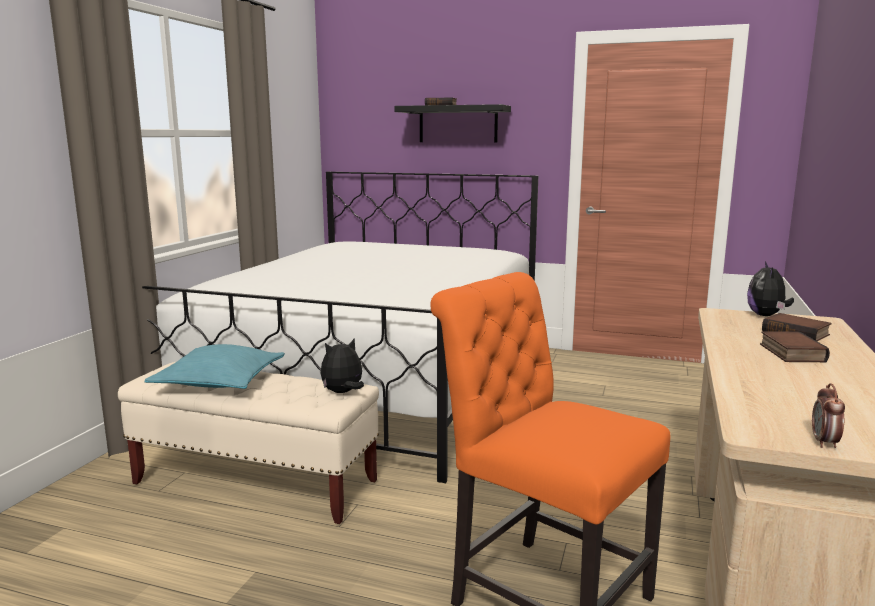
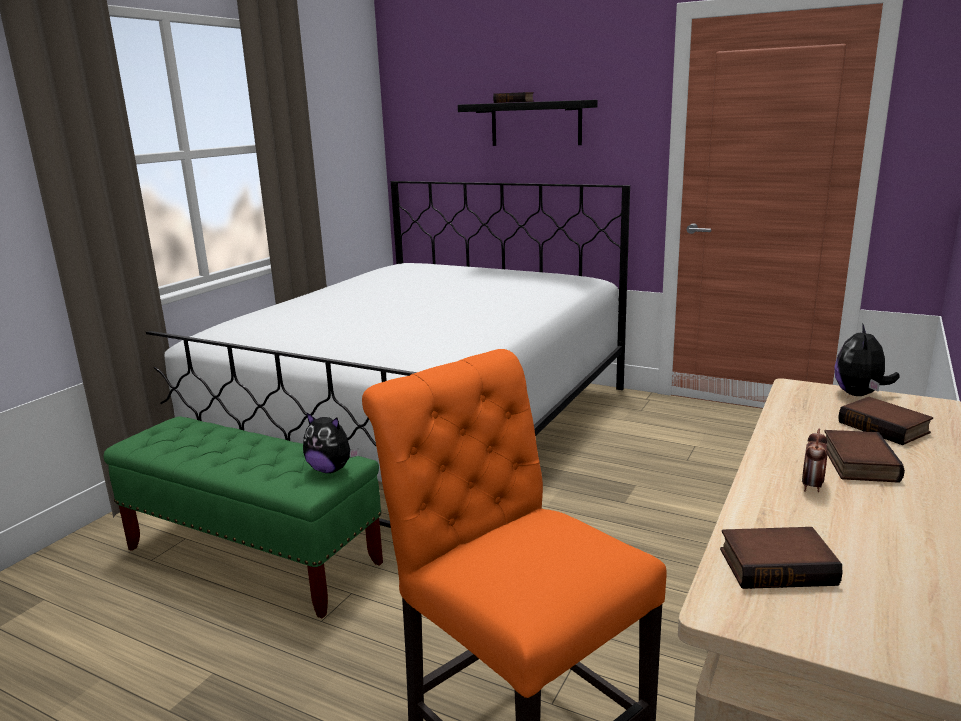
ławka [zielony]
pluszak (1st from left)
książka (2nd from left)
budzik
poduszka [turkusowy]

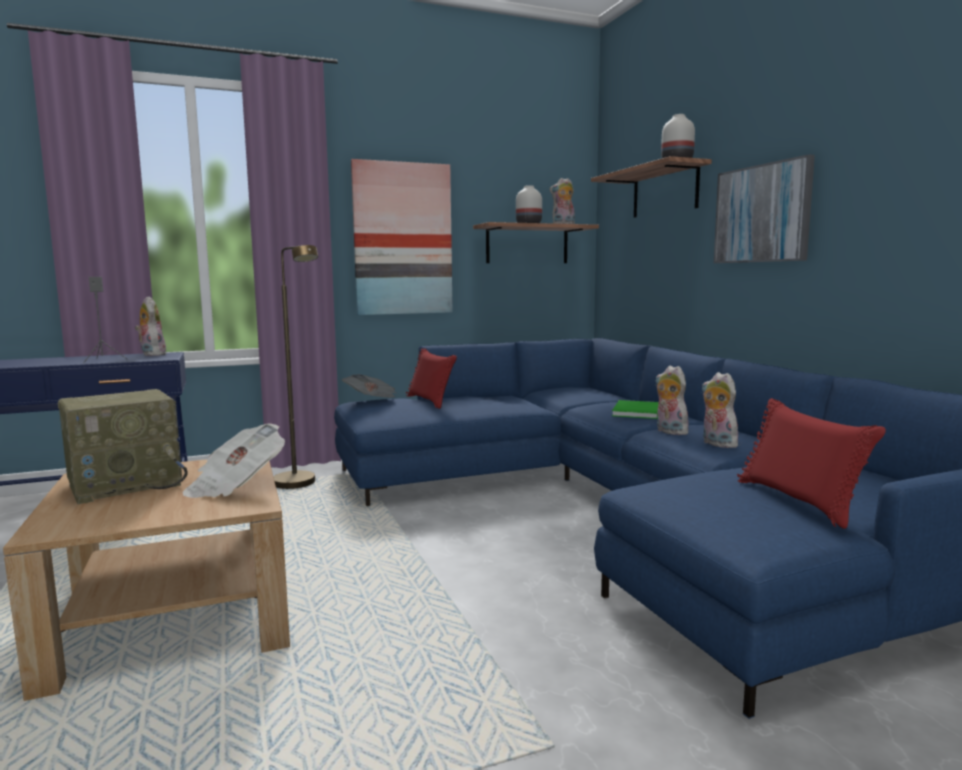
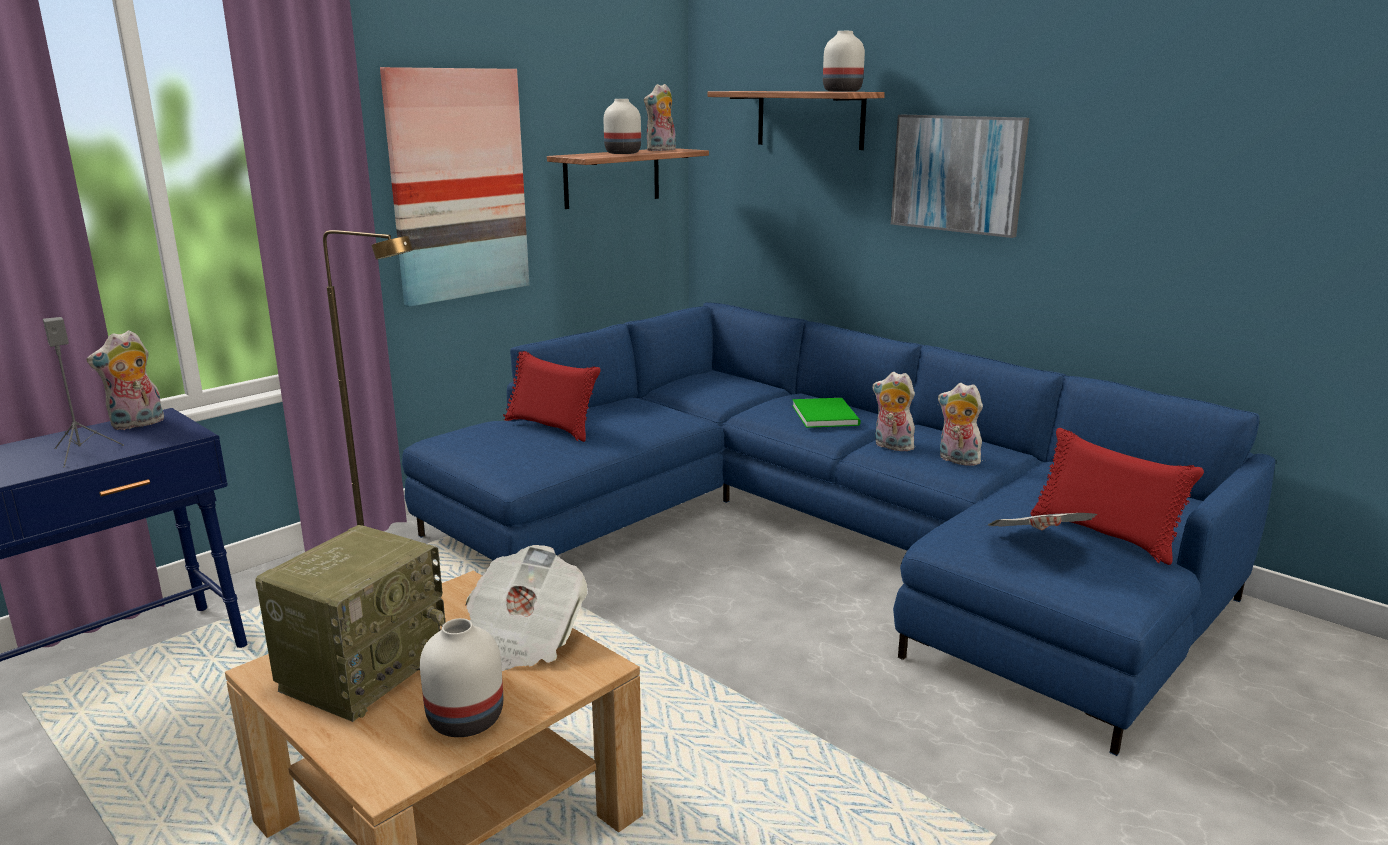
pluszak (1st from left)
wazon [biały] (1st from left)
gazeta (2nd from left)

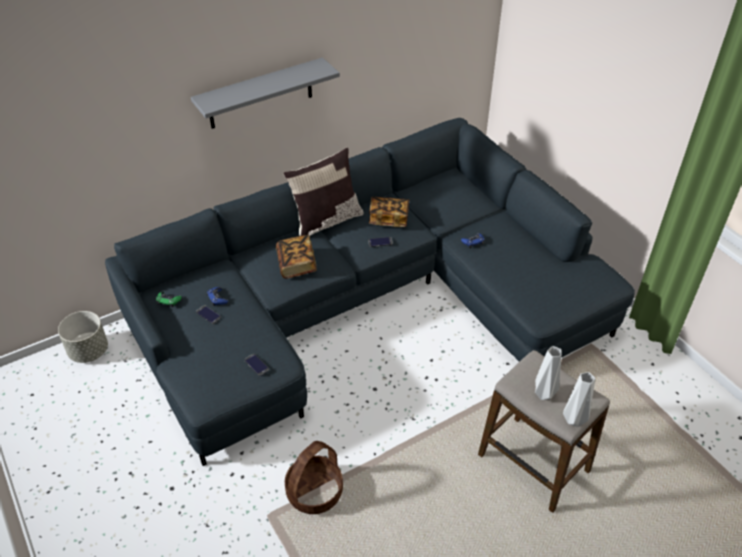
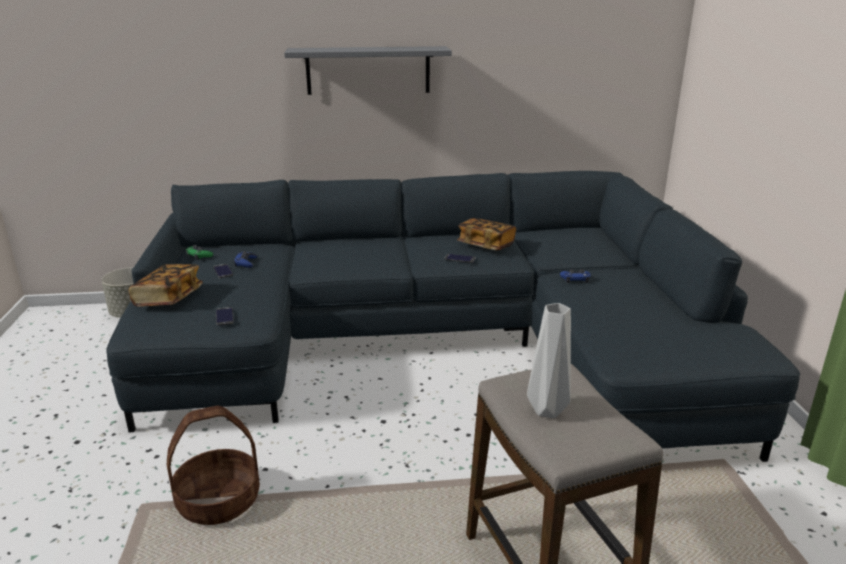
książka (1st from left)
poduszka
wazon [szary] (2nd from left in the first image)

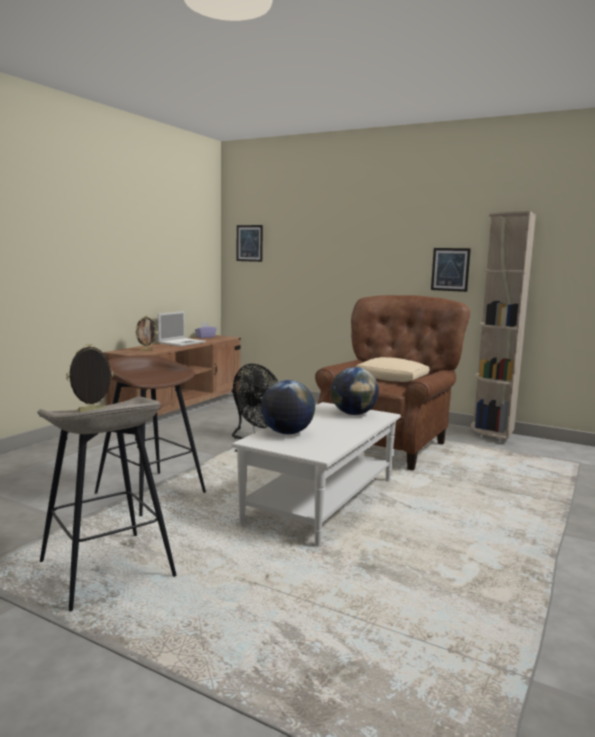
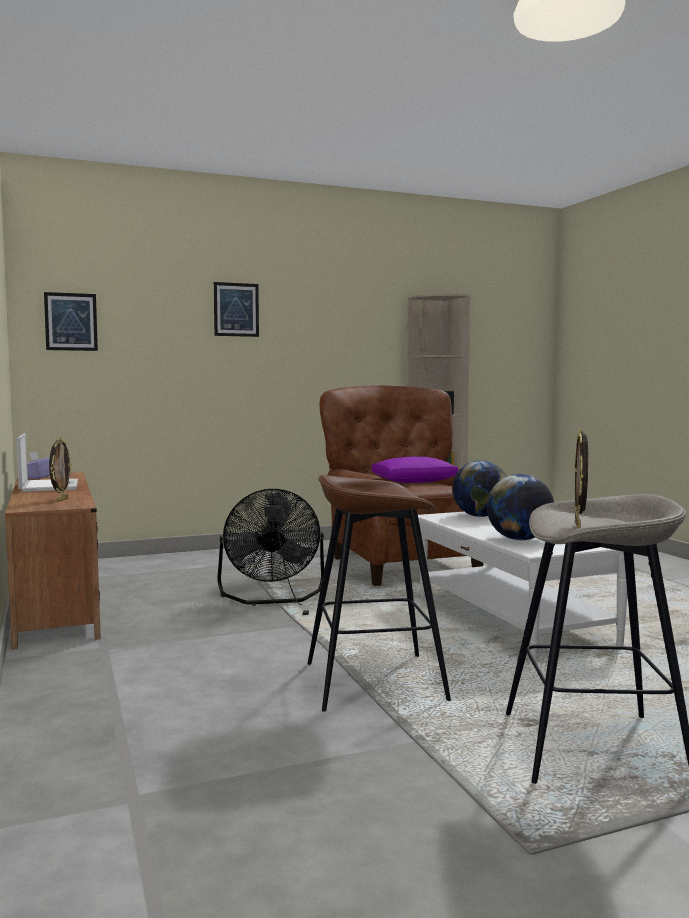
obraz (2nd from left)
poduszka [fioletowy]

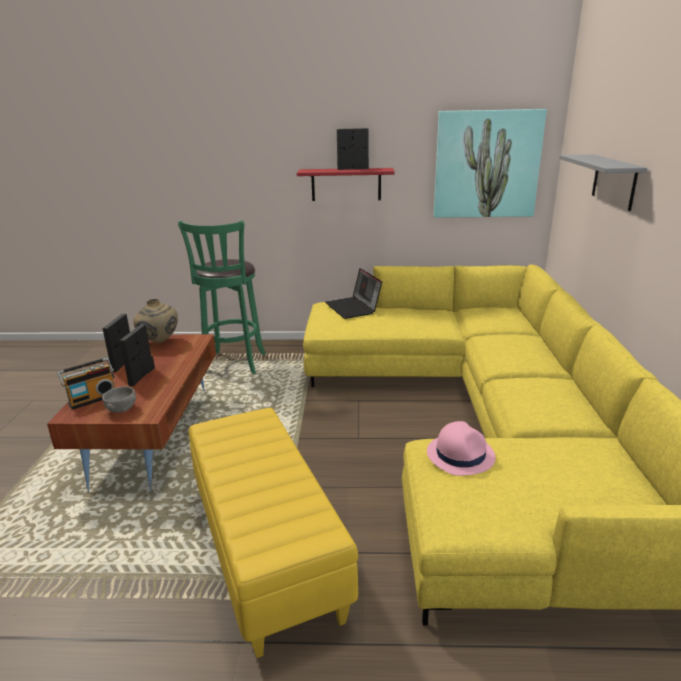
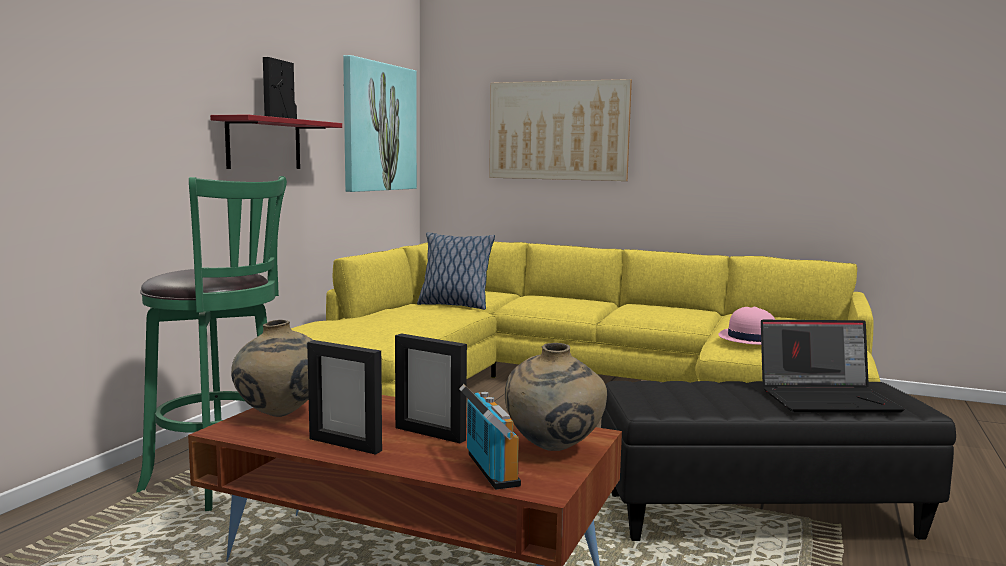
poduszka
obraz (2nd from left)
wazon [beżowy] (2nd from left)
pufa [czarny]
laptop

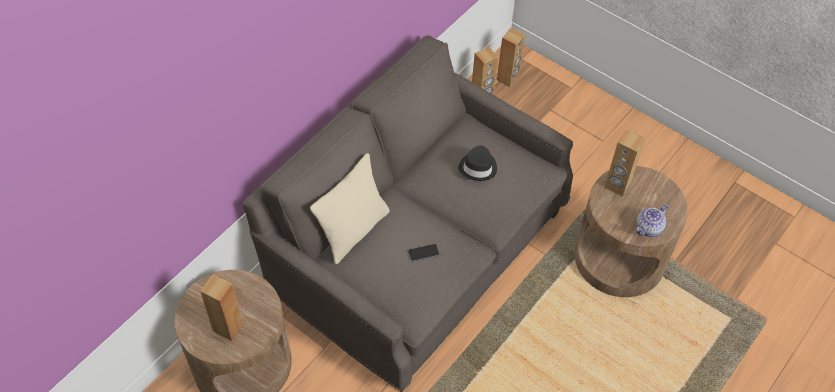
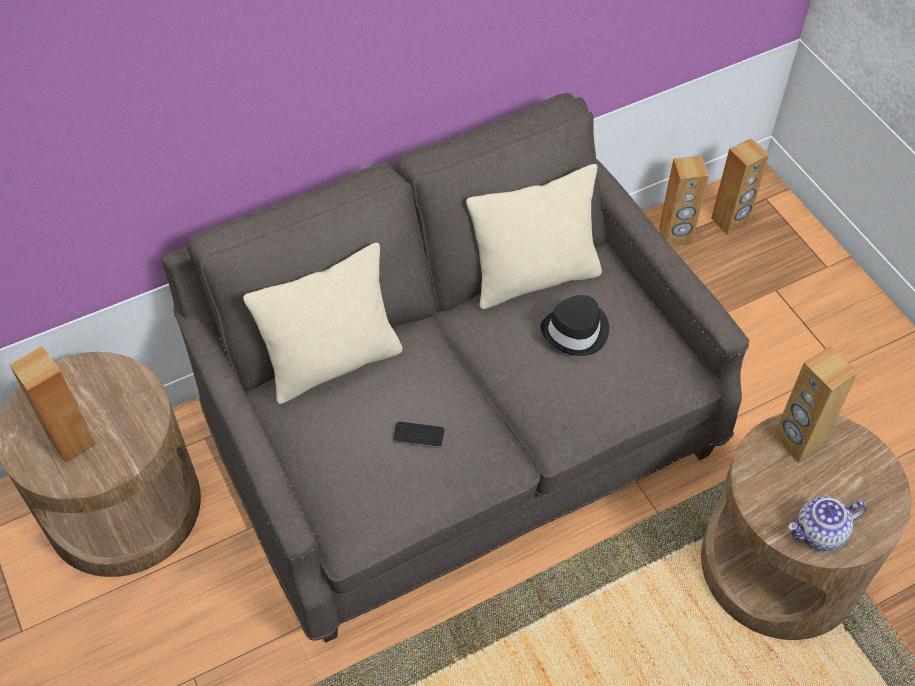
poduszka [beżowy] (2nd from left)

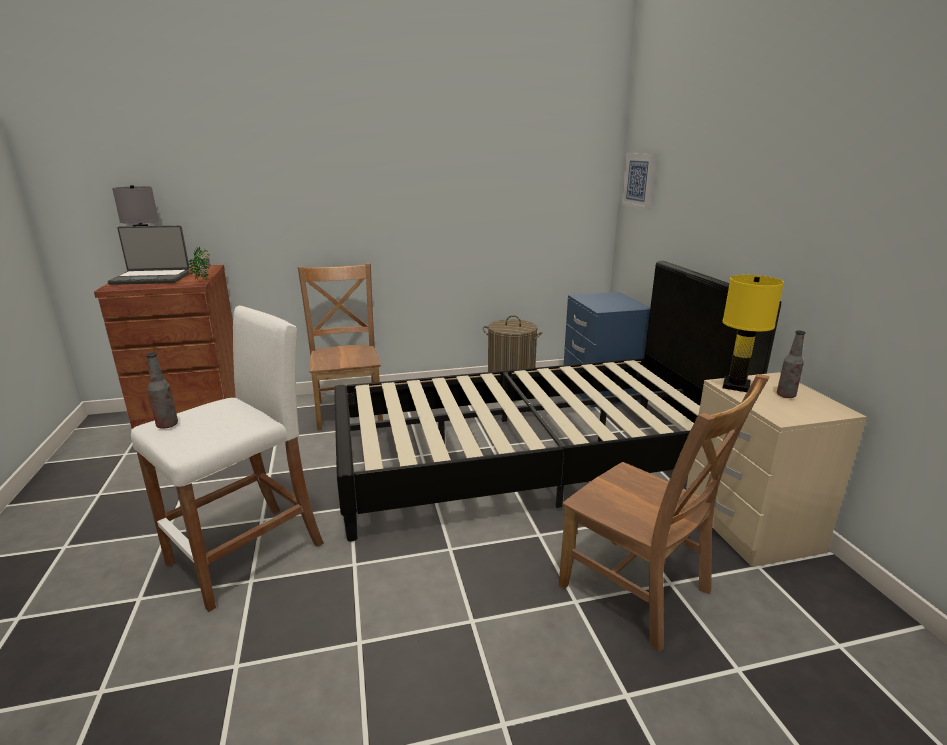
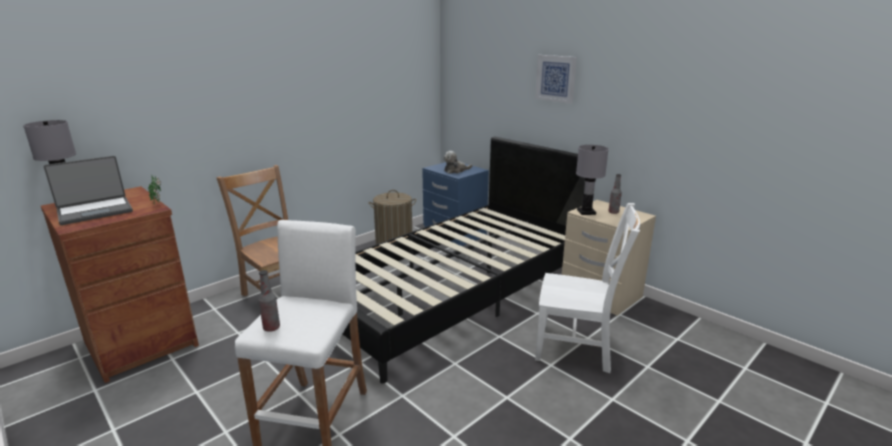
pluszak
obraz
krzesło [biały]
lampa stołowa [szary] (2nd from left)

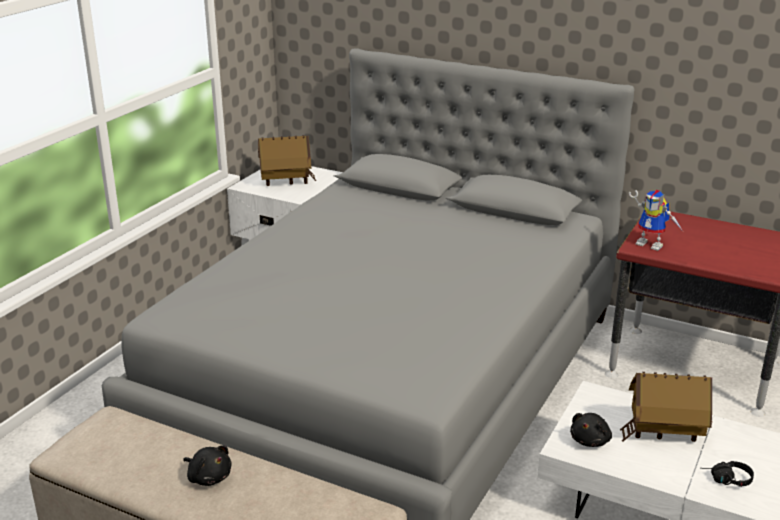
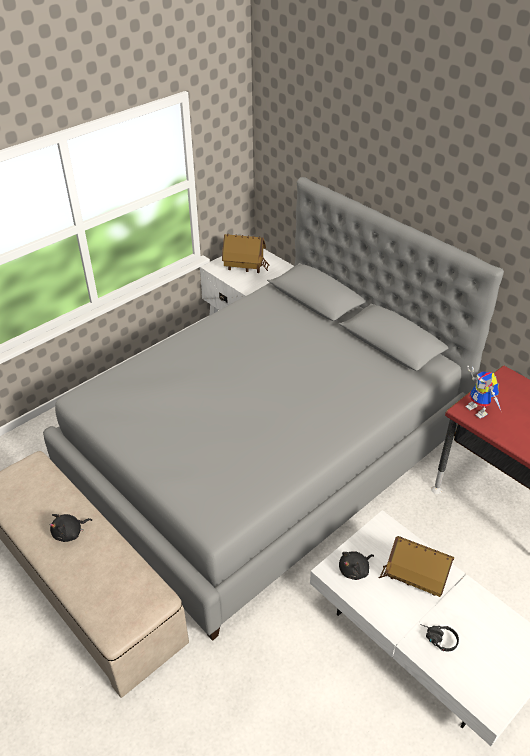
pluszak [czarny] (1st from left)

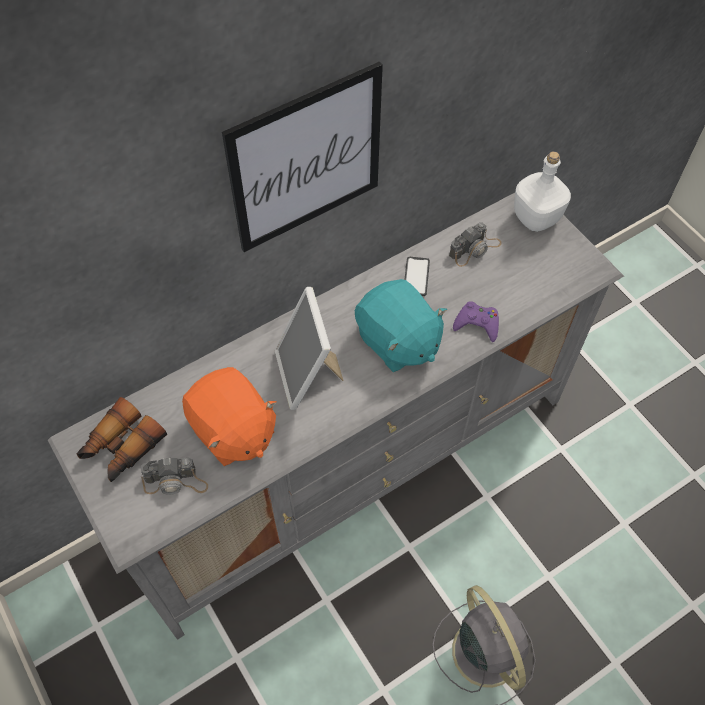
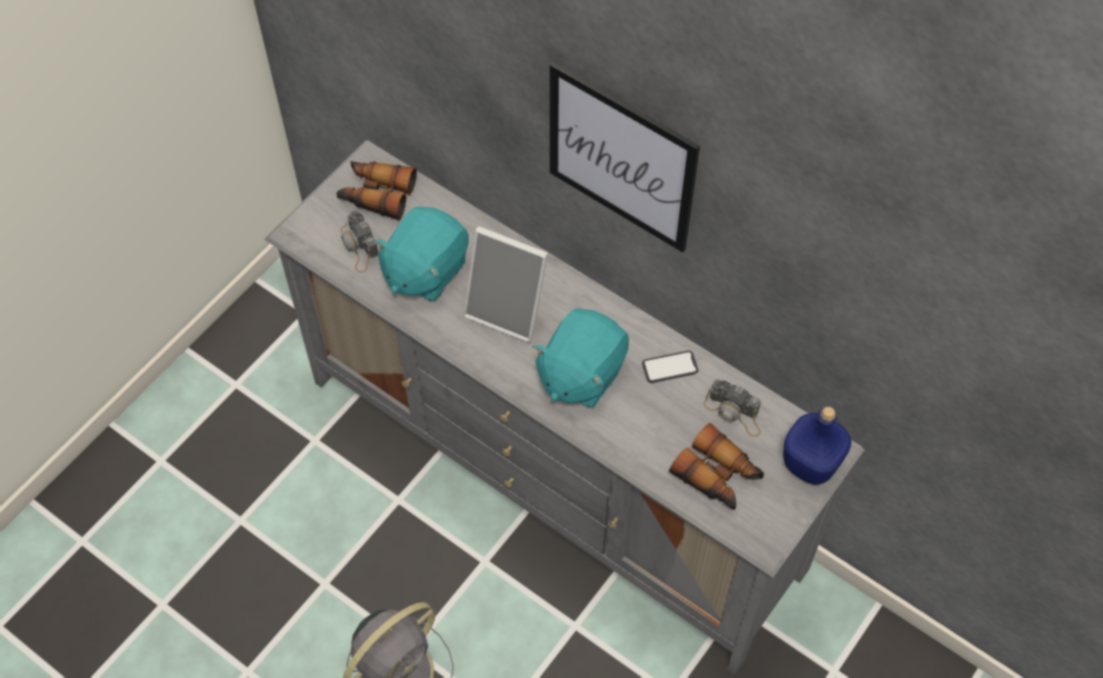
pluszak [turkusowy] (1st from left)
ramka na zdjęcie
lornetka (2nd from left)
butelka [niebieski]
pad do gier [fioletowy]

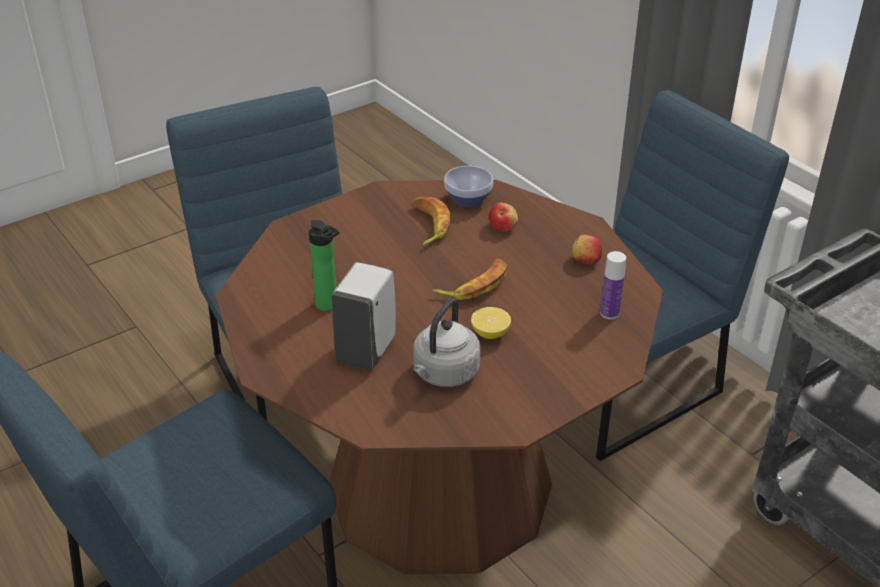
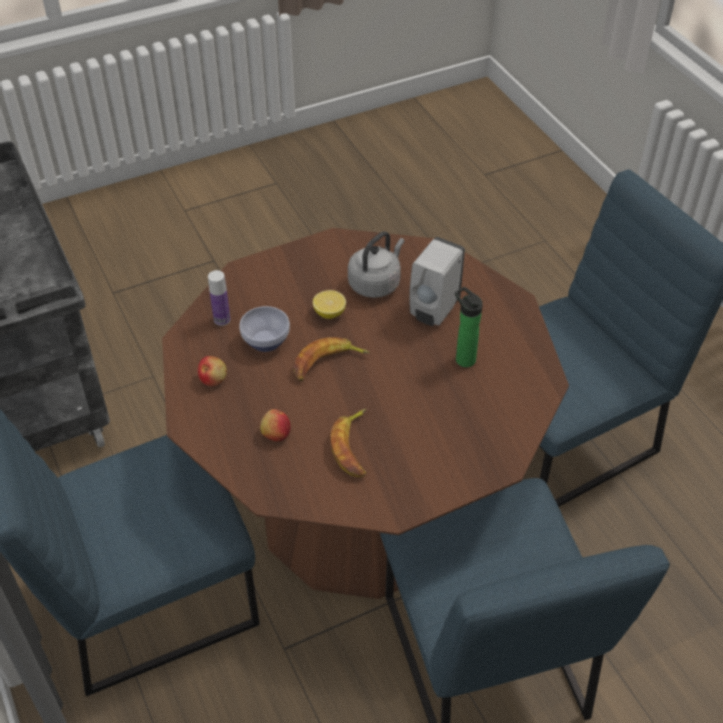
miska

